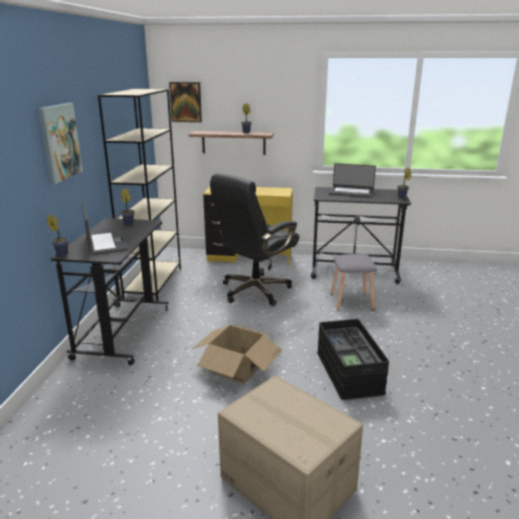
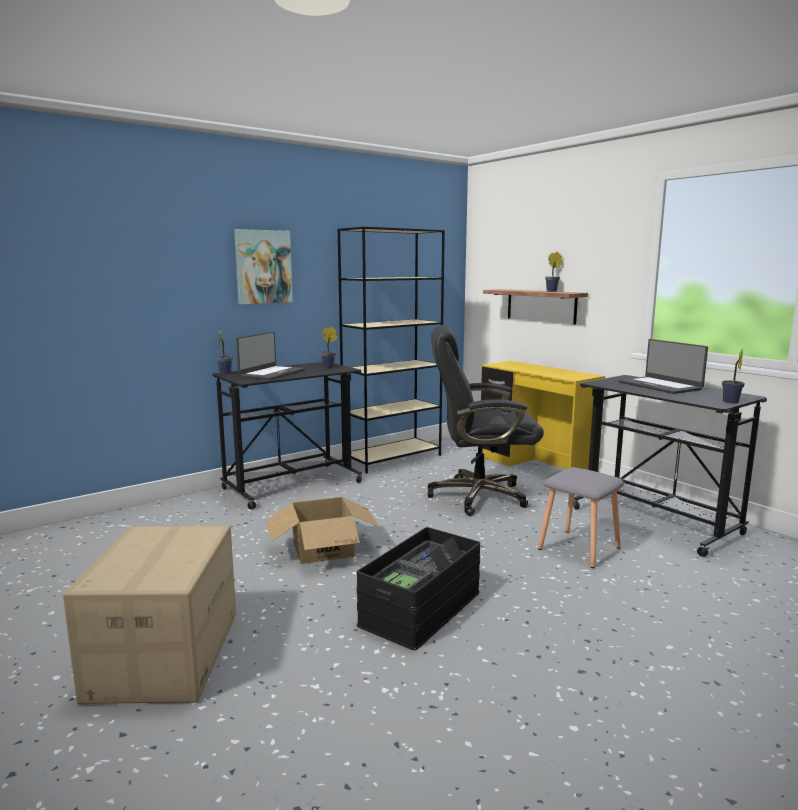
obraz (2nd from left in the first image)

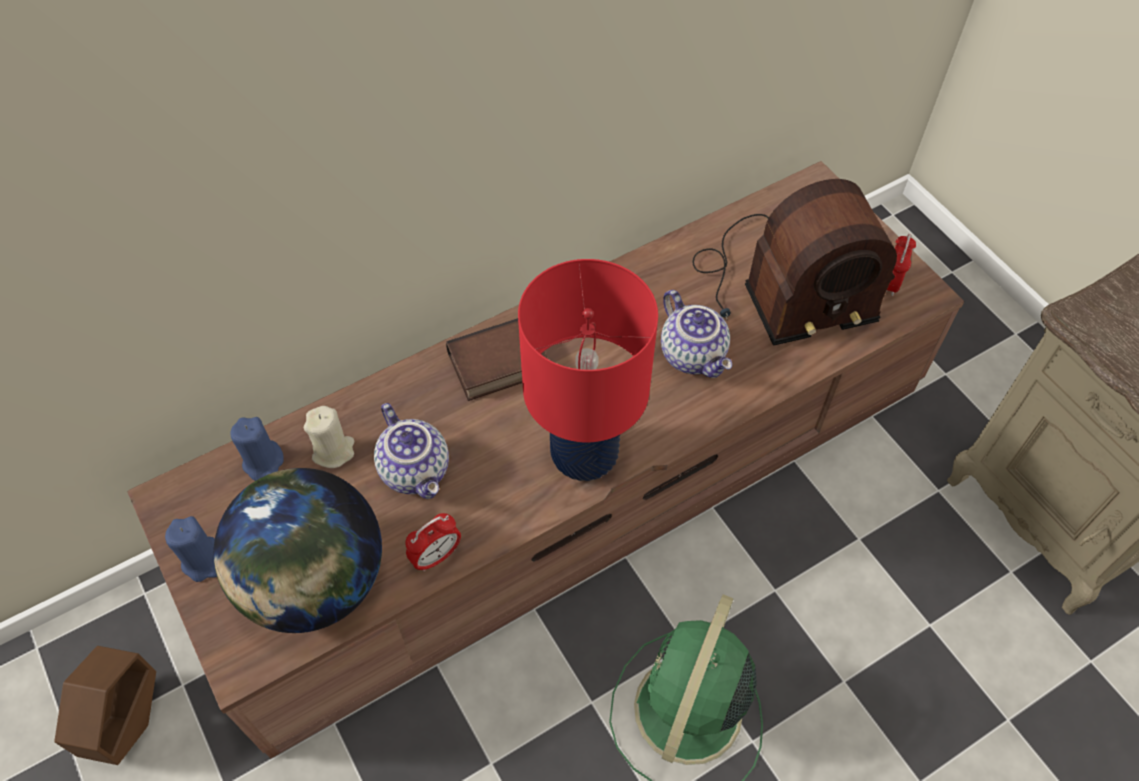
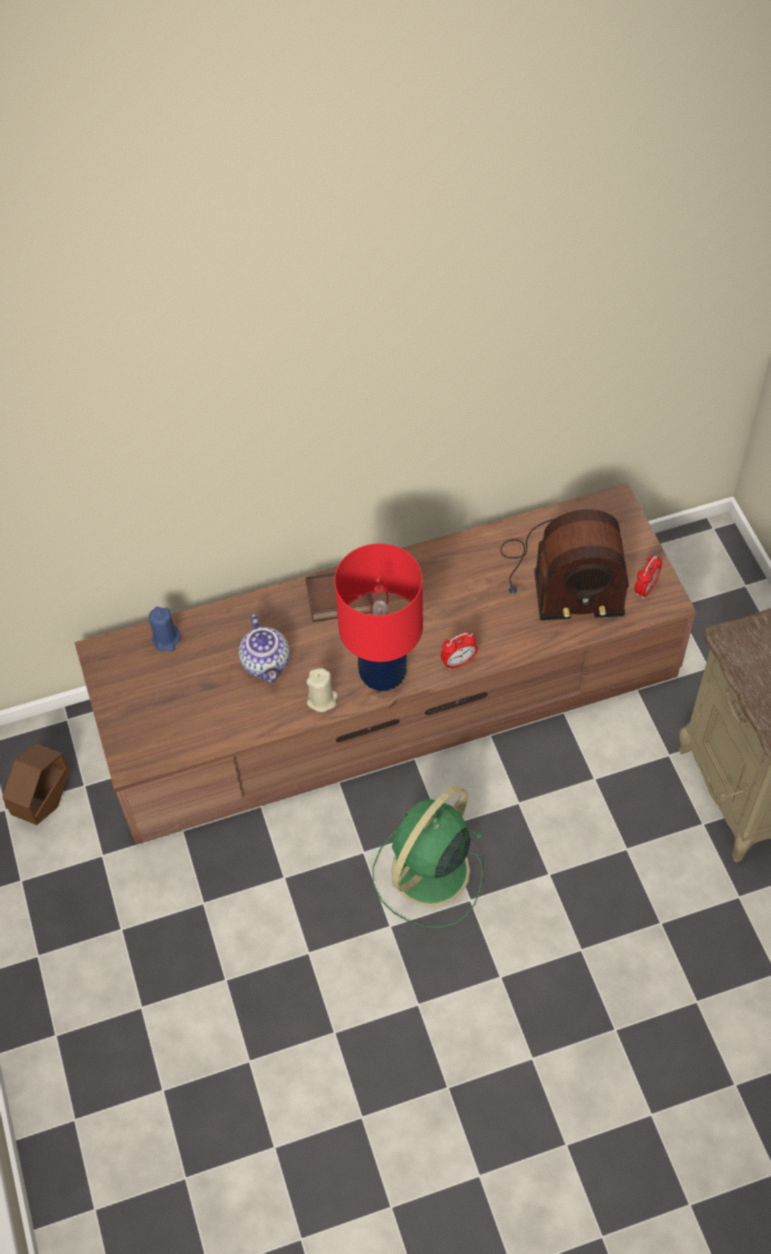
świeca [beżowy]
budzik (1st from left)
świeca [niebieski] (1st from left in the first image)
globus
imbryk (2nd from left in the first image)

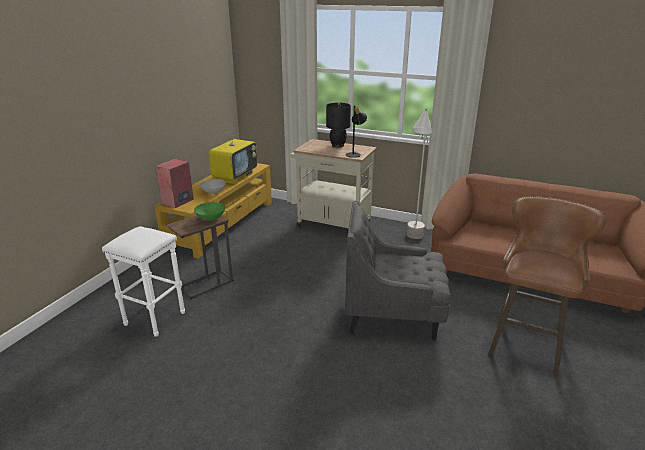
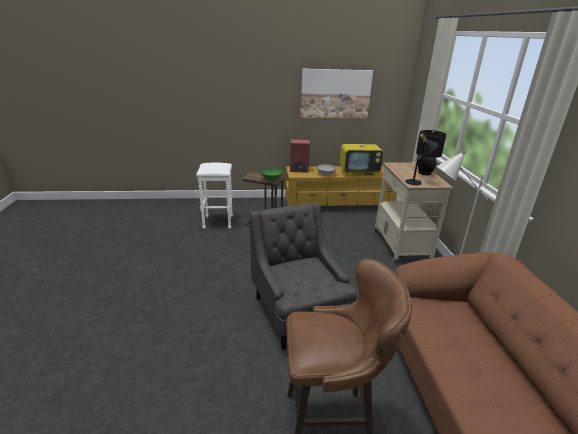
obraz

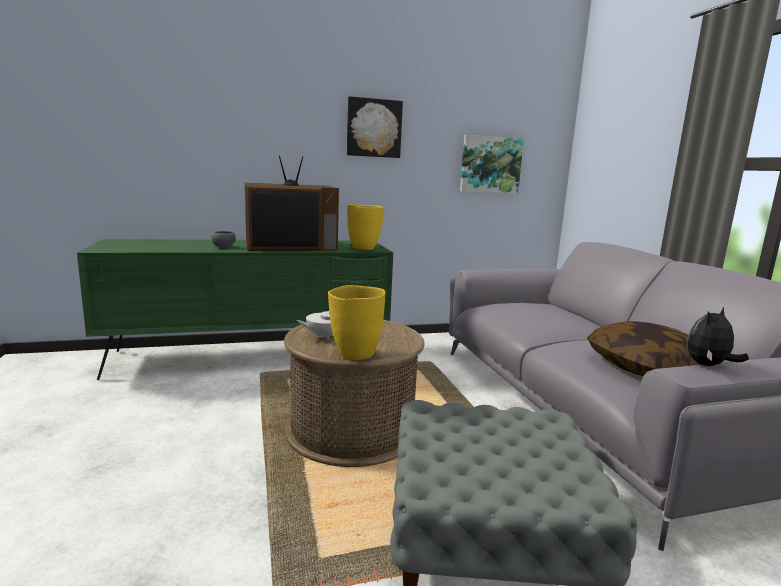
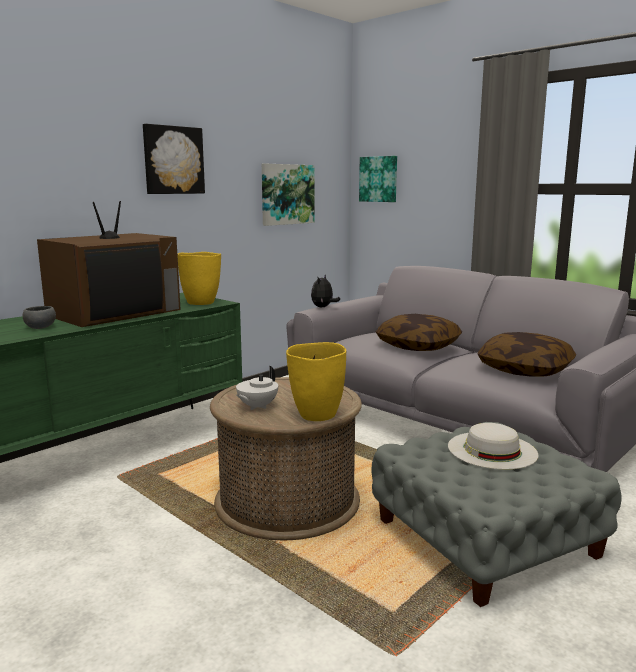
pluszak
obraz (3rd from left)
poduszka (1st from left)
kapelusz [biały]

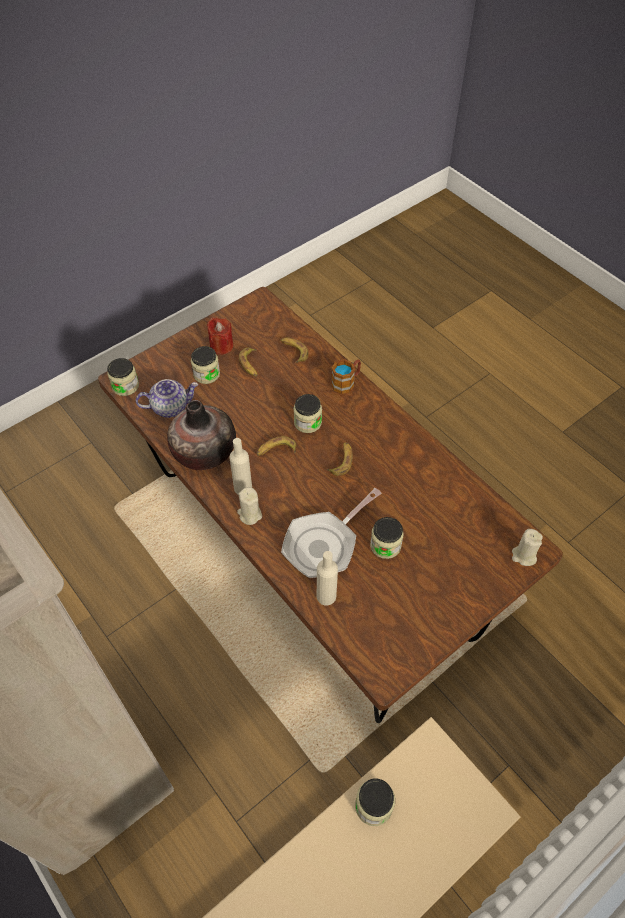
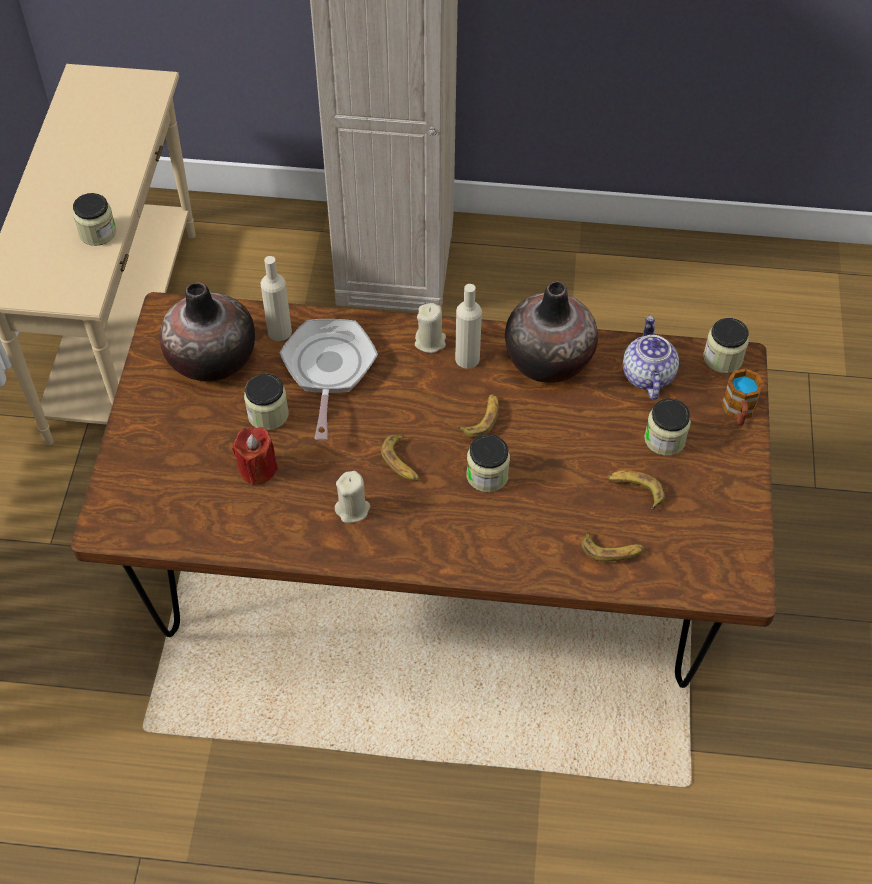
wazon (1st from left)
świeca [czerwony]
świeca [beżowy] (1st from left)
imbryk
kubek

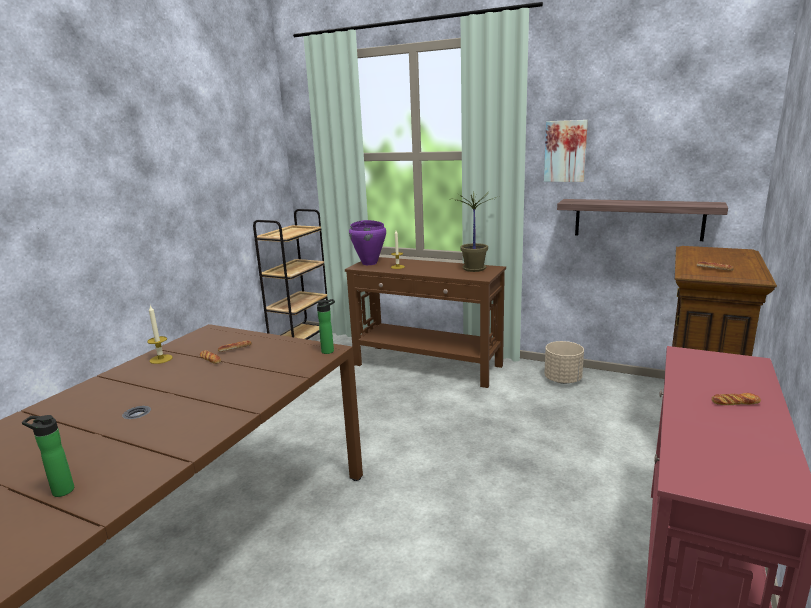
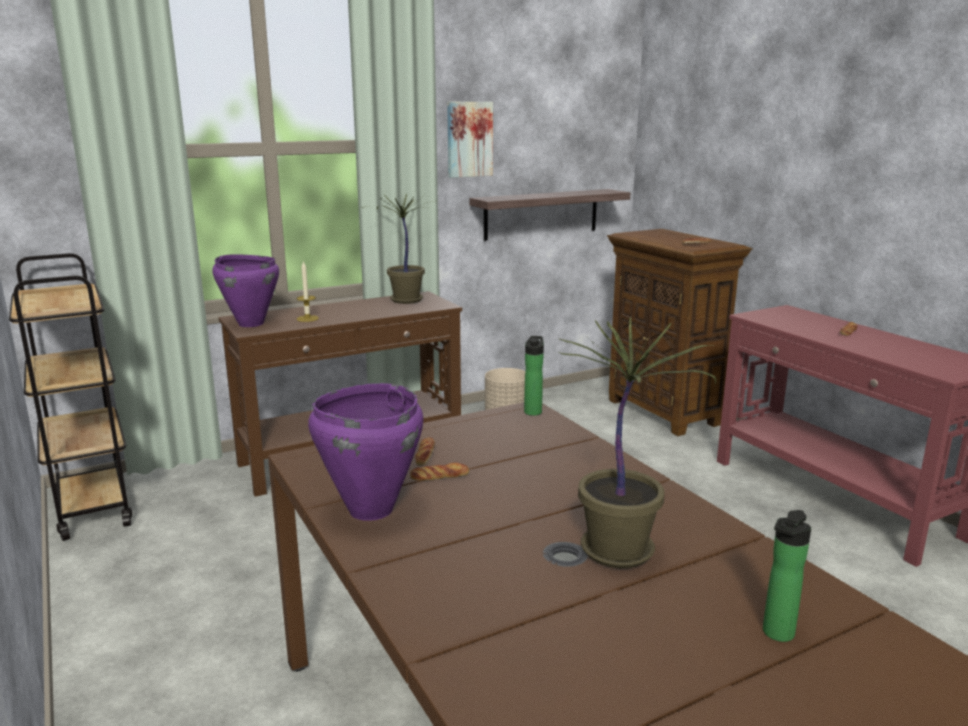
garnek [fioletowy] (2nd from left)
roślina doniczkowa (2nd from left)

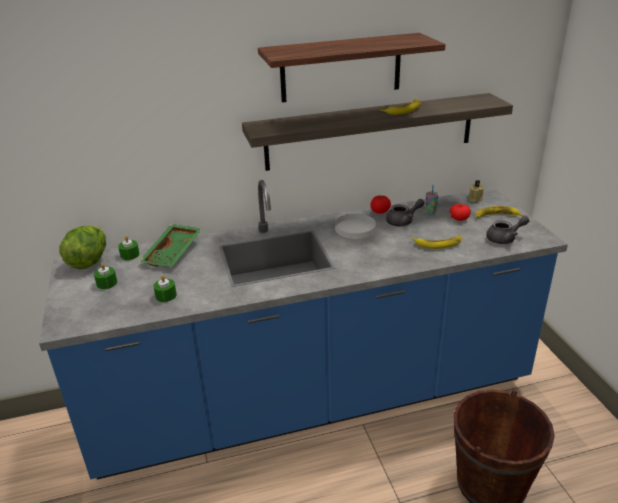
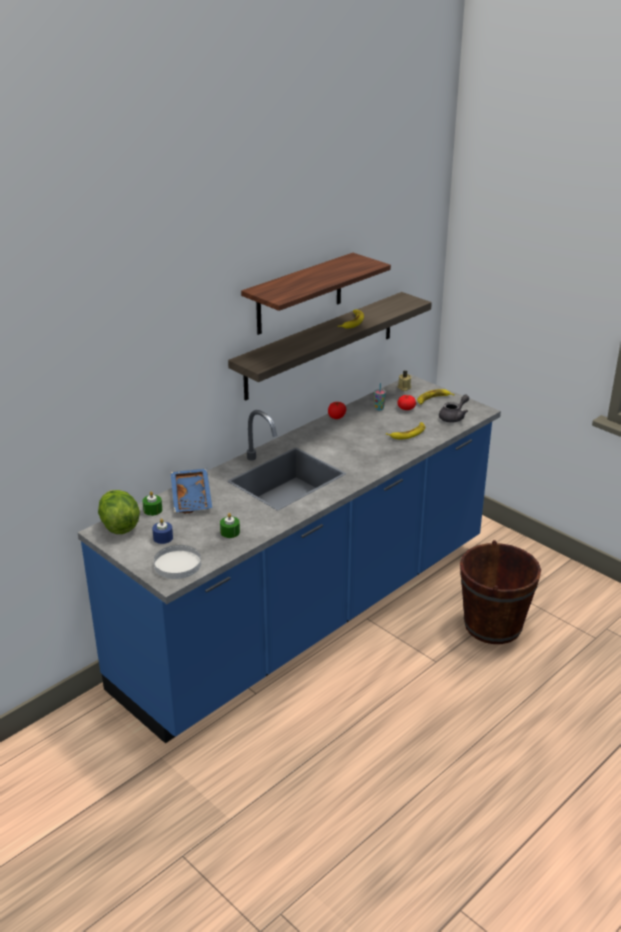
świeca [niebieski]
talerz [biały]
taca [niebieski]
imbryk [szary] (1st from left in the first image)

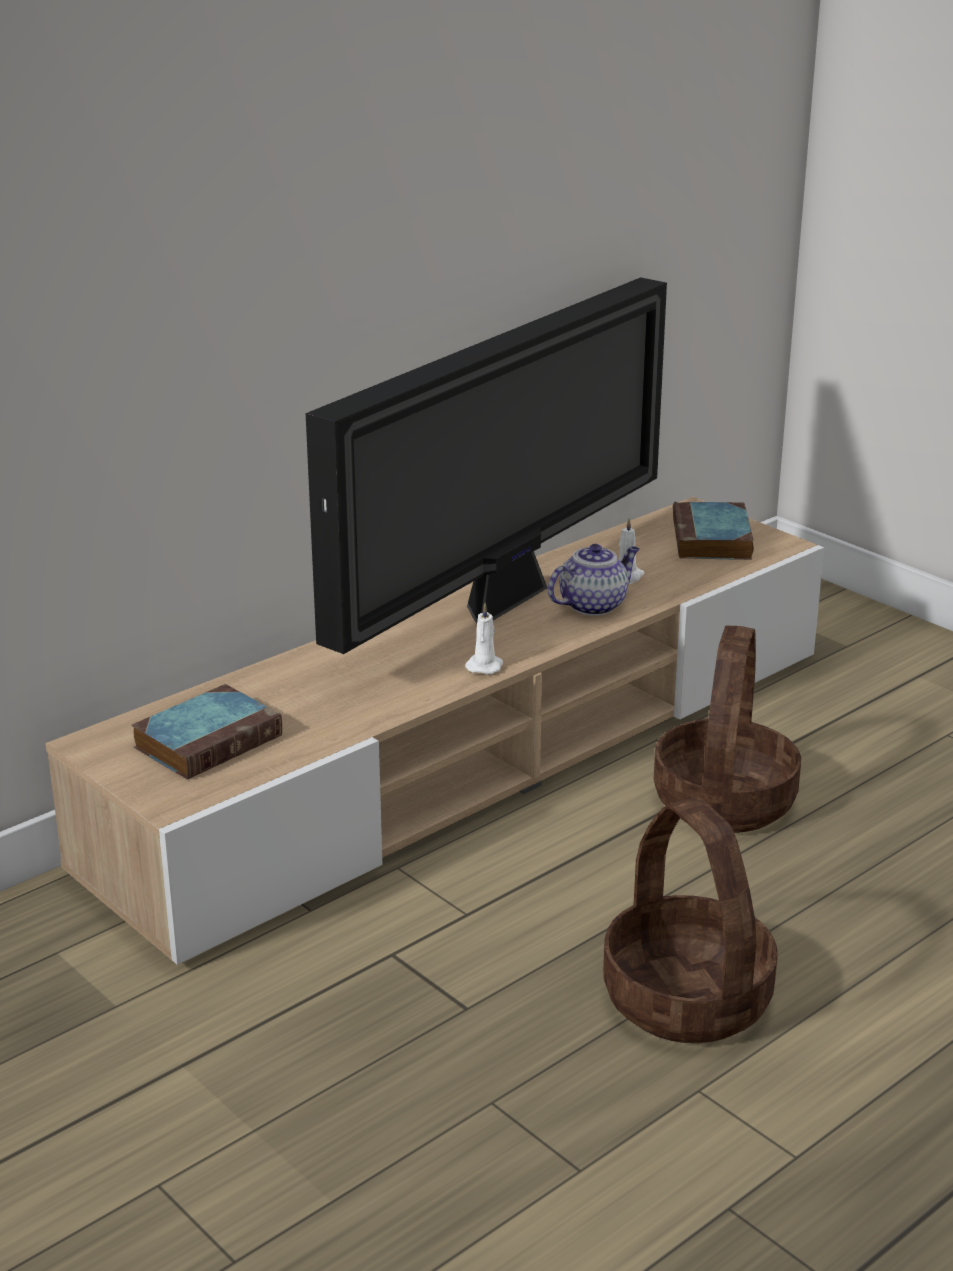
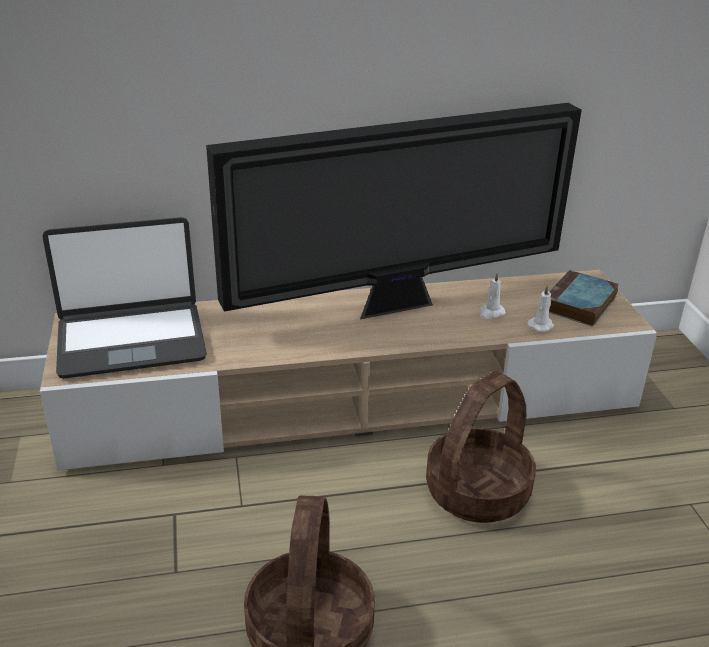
laptop
świeca [biały] (2nd from left)
imbryk

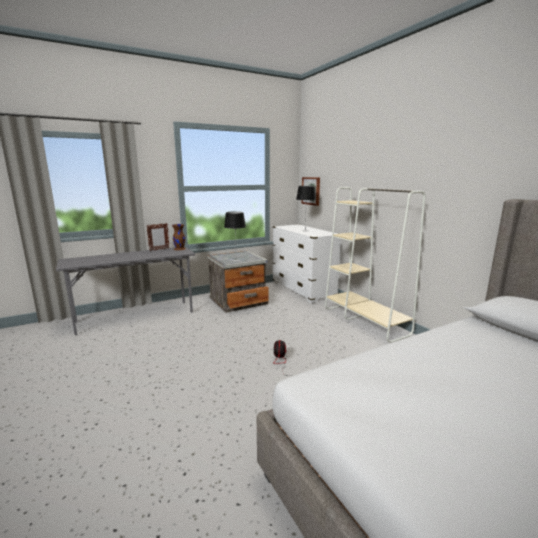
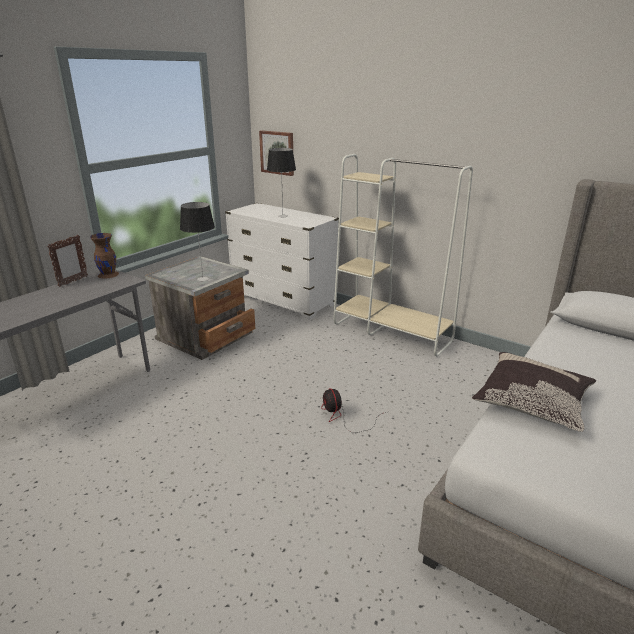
poduszka

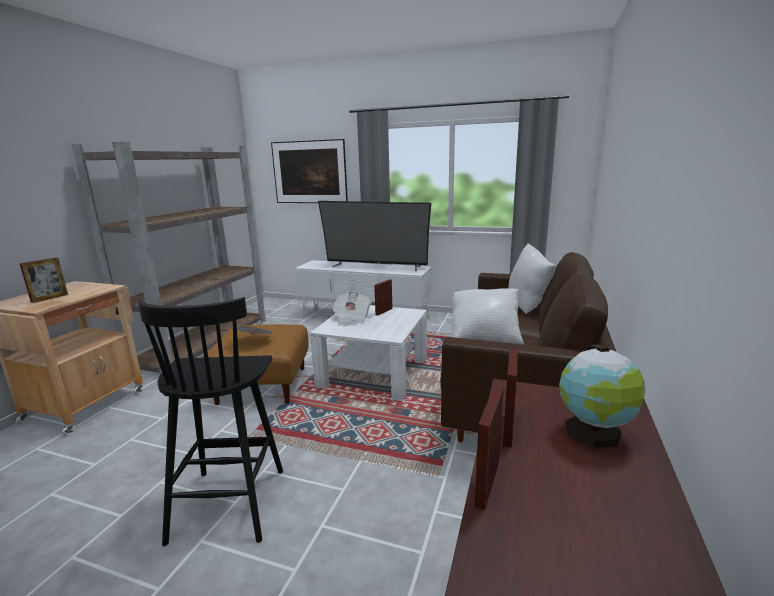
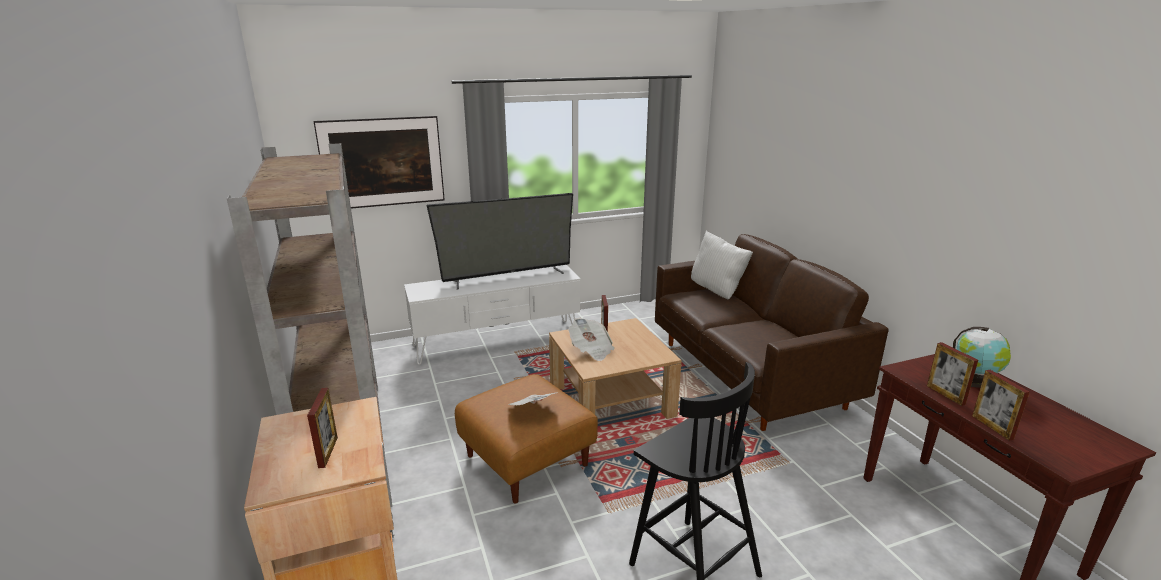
ława [brązowy]
poduszka [biały] (1st from left in the first image)

